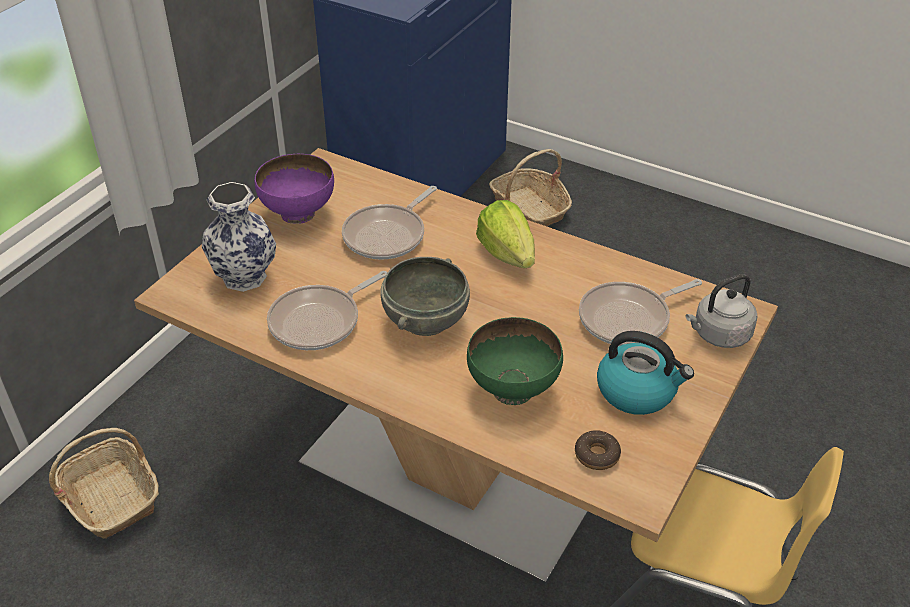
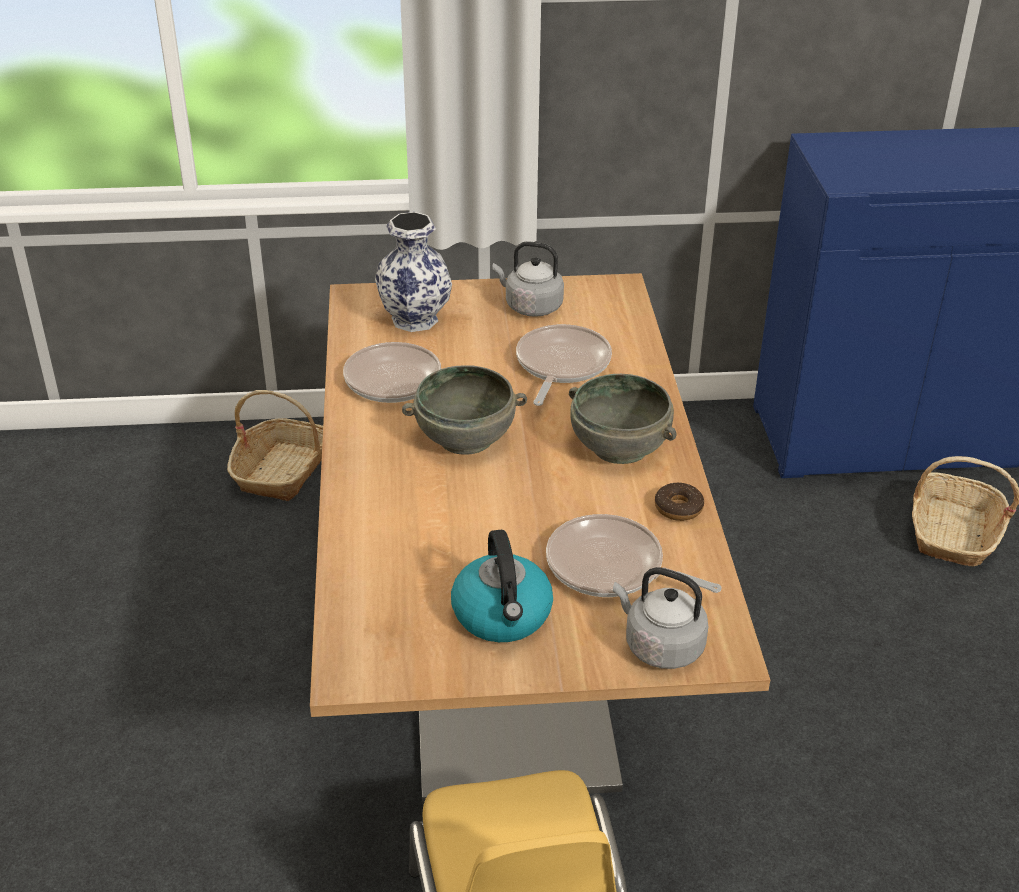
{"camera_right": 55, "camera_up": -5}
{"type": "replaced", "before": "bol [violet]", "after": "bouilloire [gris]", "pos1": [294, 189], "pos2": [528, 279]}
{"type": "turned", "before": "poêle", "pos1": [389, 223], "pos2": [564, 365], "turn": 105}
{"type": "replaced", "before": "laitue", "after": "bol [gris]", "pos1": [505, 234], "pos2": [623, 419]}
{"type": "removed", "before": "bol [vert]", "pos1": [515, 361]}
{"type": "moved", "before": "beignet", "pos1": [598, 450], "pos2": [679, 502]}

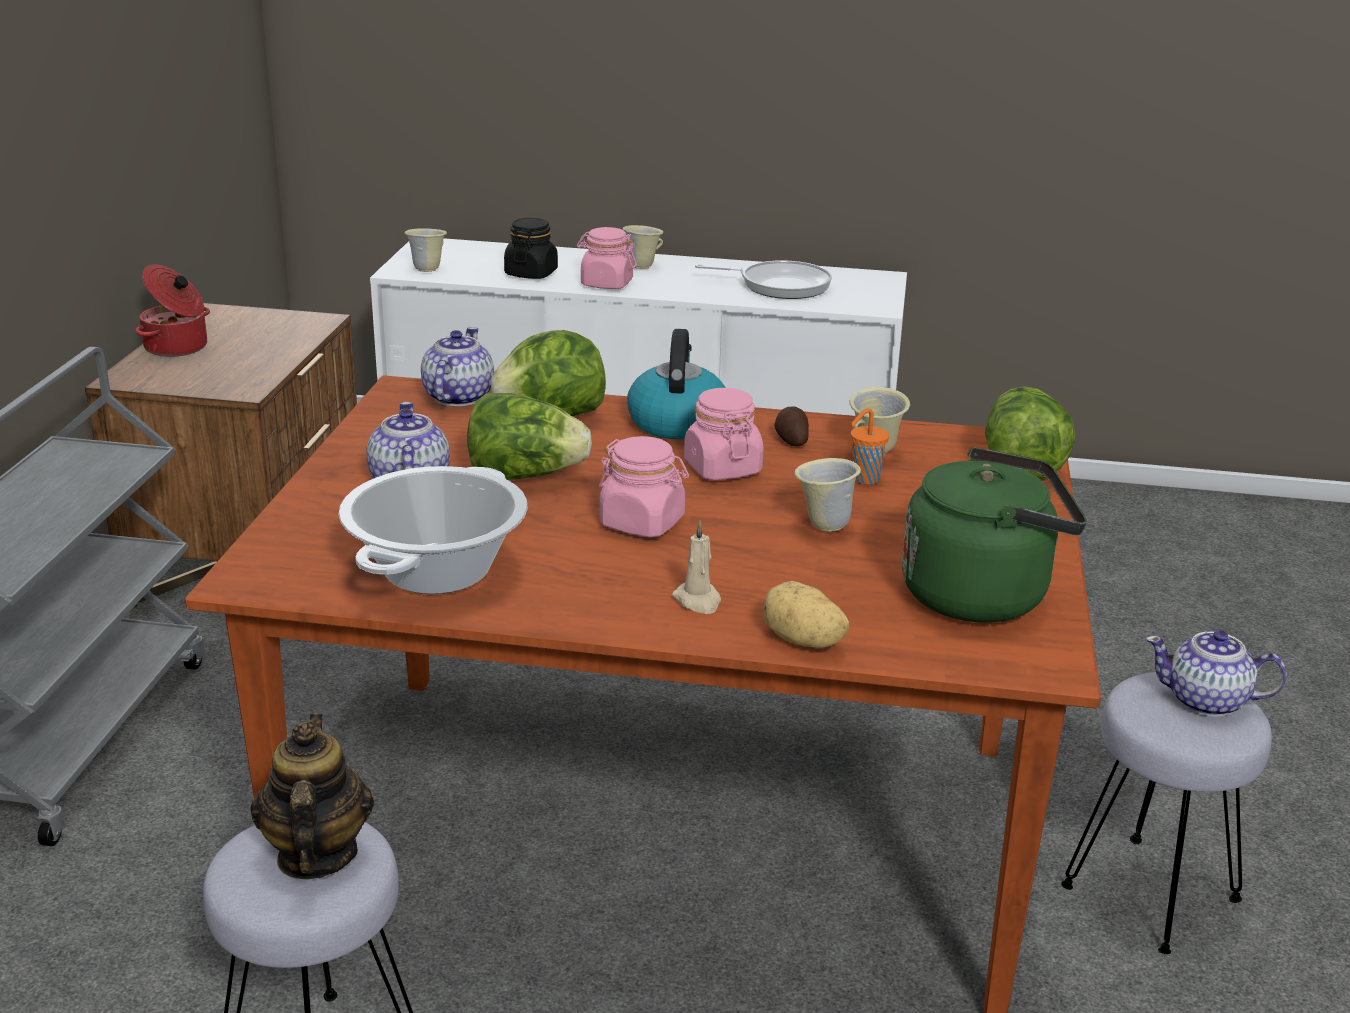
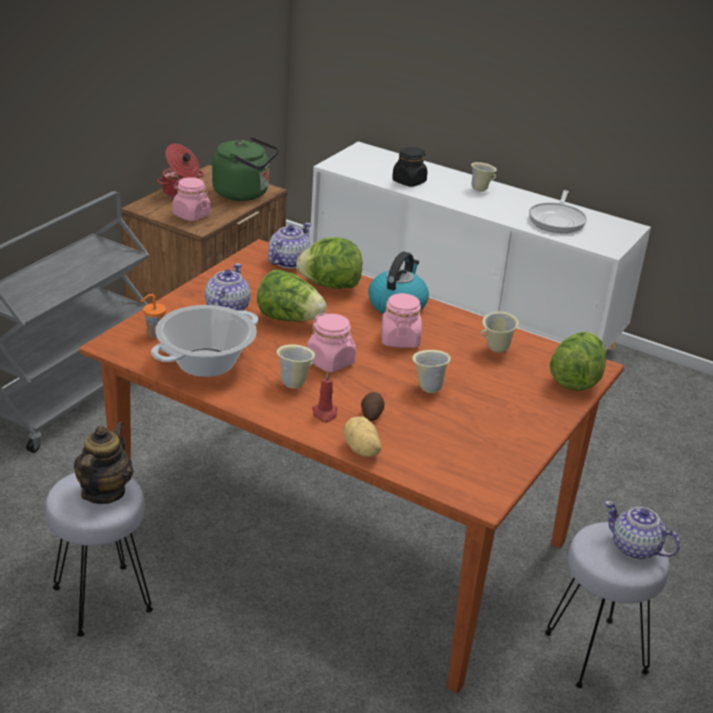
{"camera_right": 20, "camera_up": 5}
{"type": "moved", "before": "bocal [rose]", "pos1": [607, 258], "pos2": [191, 199]}
{"type": "moved", "before": "mug [beige]", "pos1": [426, 250], "pos2": [296, 366]}
{"type": "turned", "before": "poêle", "pos1": [763, 279], "pos2": [558, 211], "turn": 75}
{"type": "moved", "before": "pomme de terre", "pos1": [791, 426], "pos2": [372, 406]}
{"type": "moved", "before": "tasse [orange]", "pos1": [869, 446], "pos2": [153, 316]}
{"type": "moved", "before": "bouilloire [vert]", "pos1": [994, 535], "pos2": [245, 168]}
{"type": "recoloured", "before": "bougie [beige]", "after": "bougie [rouge]", "pos1": [696, 567], "pos2": [324, 397]}

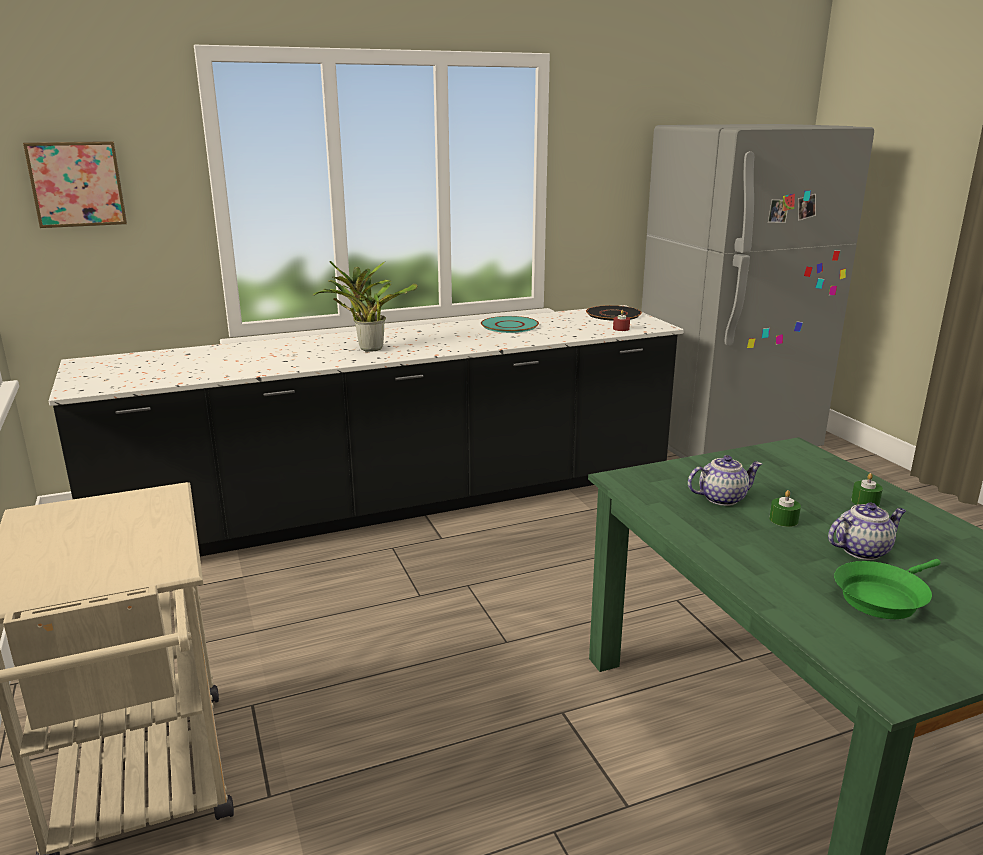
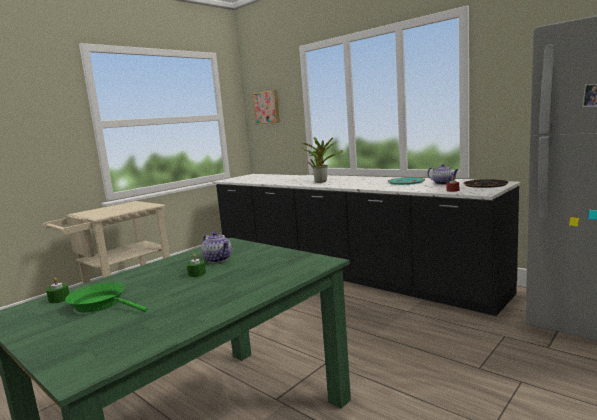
{"camera_right": 65, "camera_up": -10}
{"type": "moved", "before": "bougie [vert]", "pos1": [867, 490], "pos2": [58, 290]}
{"type": "moved", "before": "théière", "pos1": [867, 531], "pos2": [443, 174]}

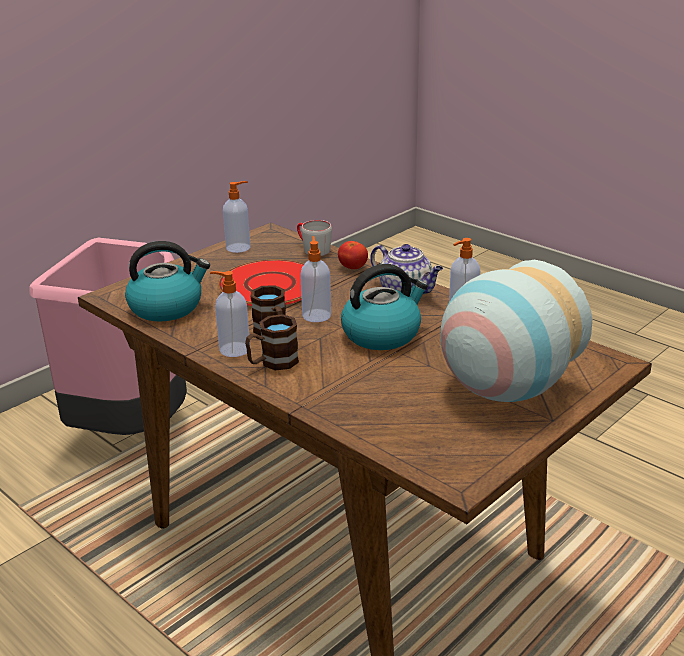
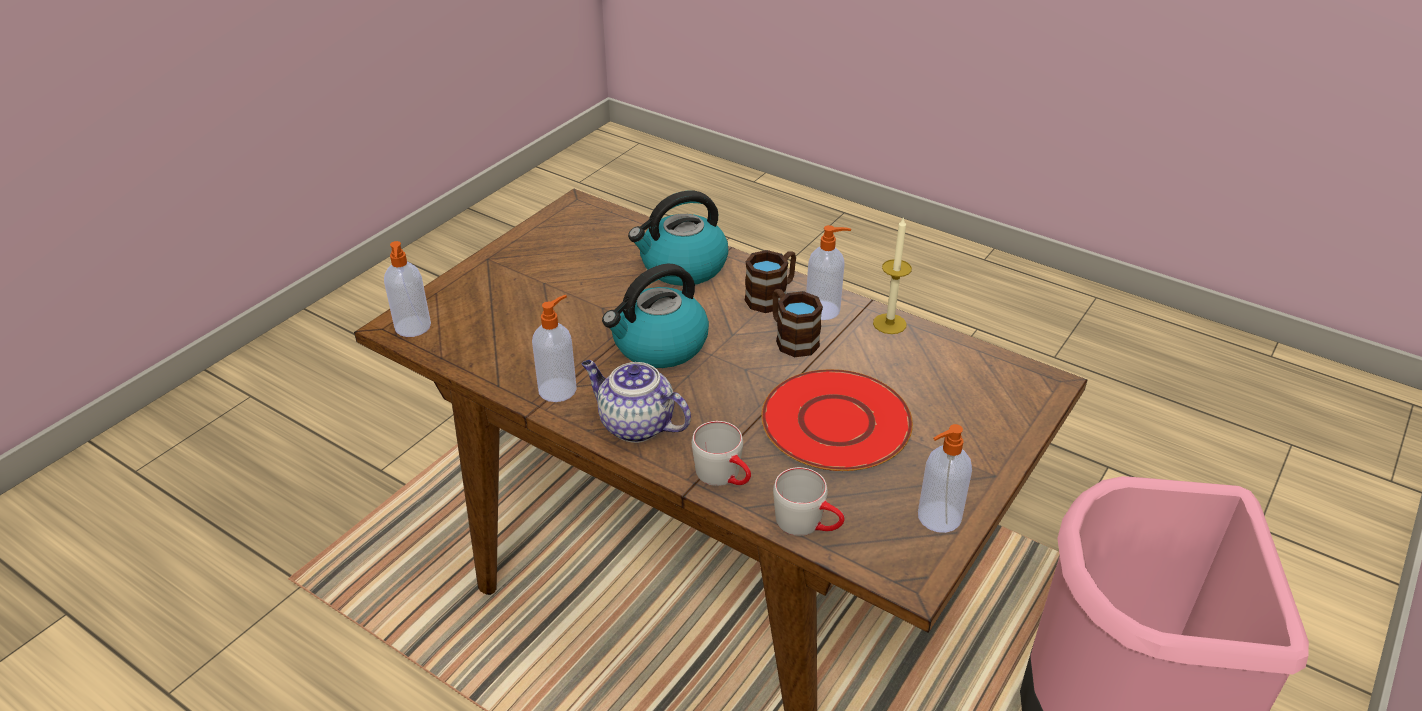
{"camera_right": 170, "camera_up": 10}
{"type": "moved", "before": "distributeur de savon", "pos1": [315, 279], "pos2": [407, 289]}
{"type": "moved", "before": "bouilloire", "pos1": [167, 281], "pos2": [678, 238]}
{"type": "replaced", "before": "tomate", "after": "mug [gris]", "pos1": [353, 255], "pos2": [721, 453]}
{"type": "removed", "before": "vase", "pos1": [516, 331]}
{"type": "added", "after": "bougie", "pos2": [892, 275]}

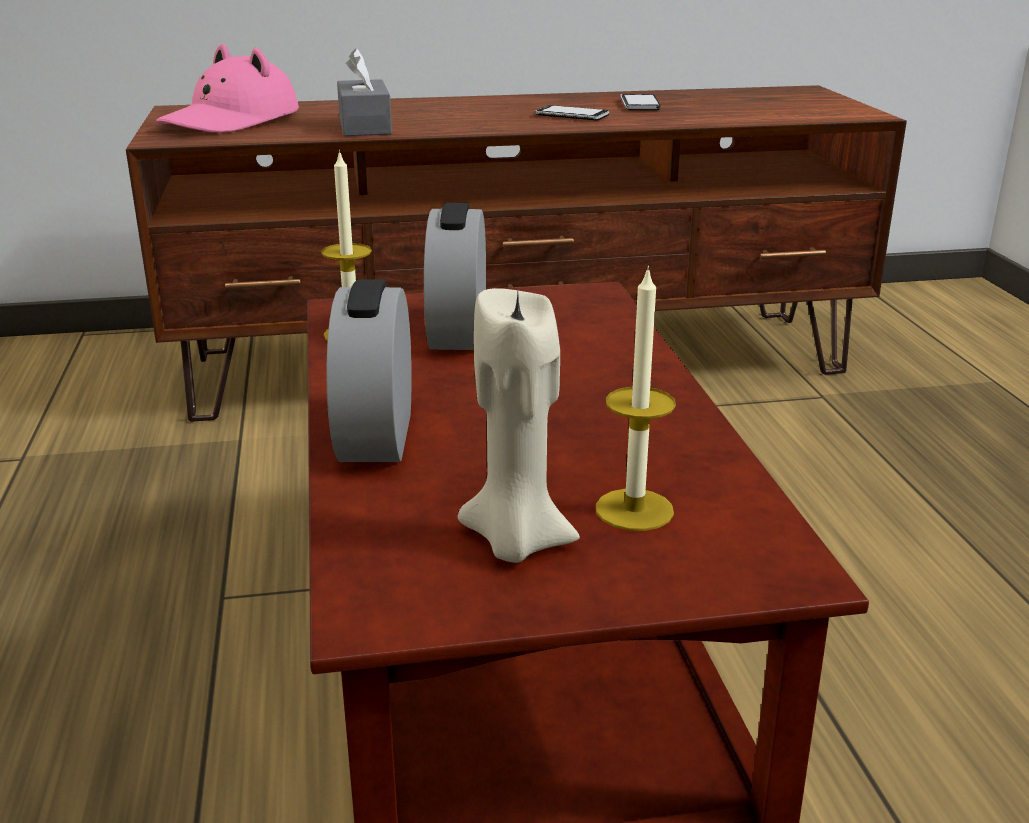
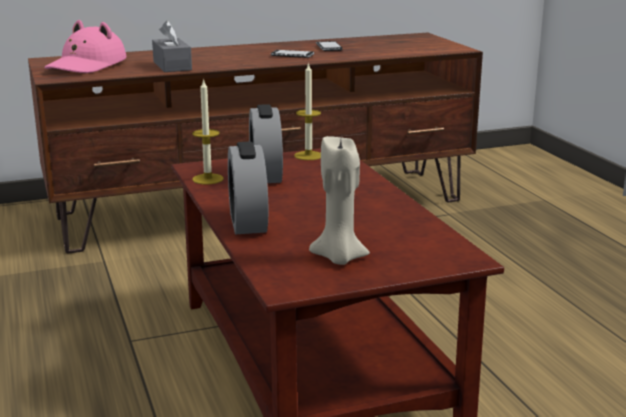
{"camera_right": -10, "camera_up": -5}
{"type": "moved", "before": "bougie", "pos1": [636, 398], "pos2": [307, 111]}

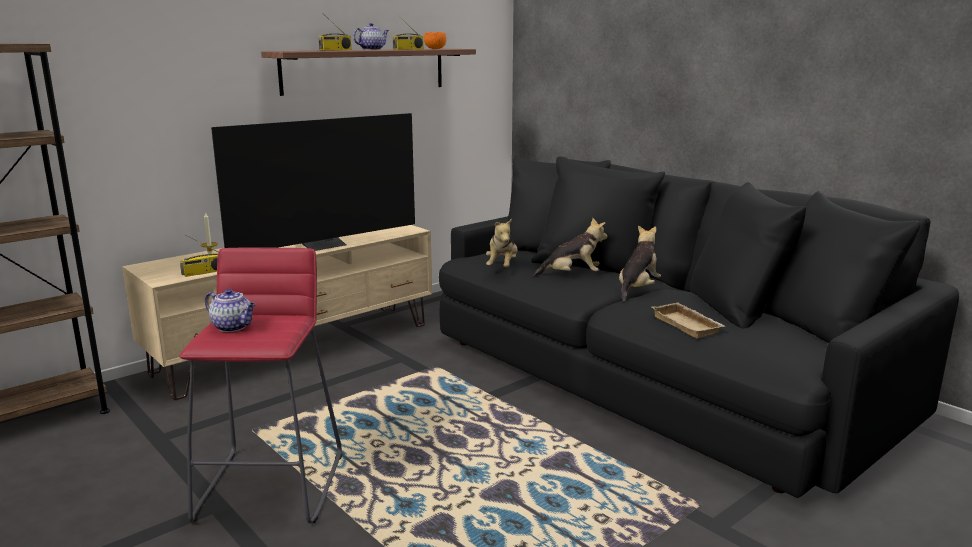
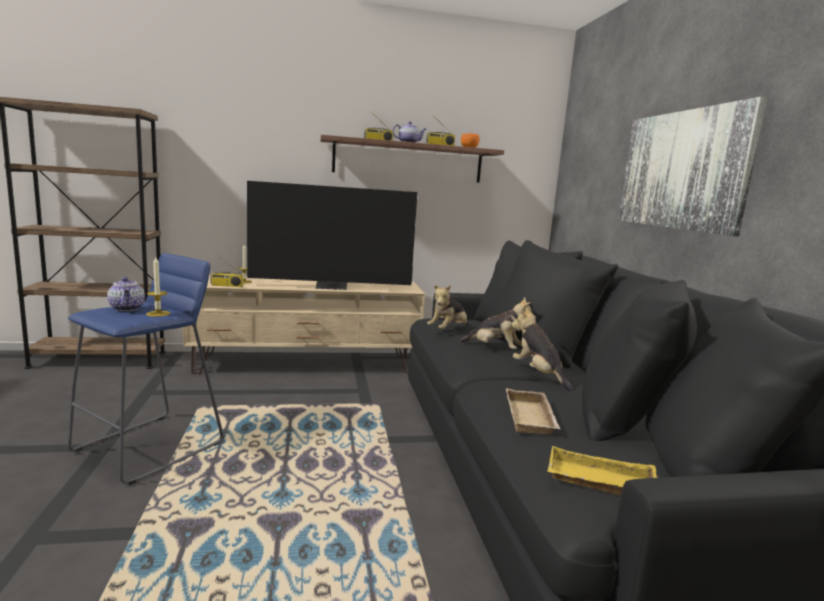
{"camera_right": 30, "camera_up": -5}
{"type": "turned", "before": "peluche", "pos1": [640, 263], "pos2": [542, 349], "turn": -90}
{"type": "recoloured", "before": "tabouret [rouge]", "after": "tabouret [bleu]", "pos1": [260, 385], "pos2": [145, 369]}
{"type": "added", "after": "tableau", "pos2": [693, 166]}
{"type": "added", "after": "bougie", "pos2": [158, 287]}
{"type": "added", "after": "plateau [jaune]", "pos2": [602, 471]}

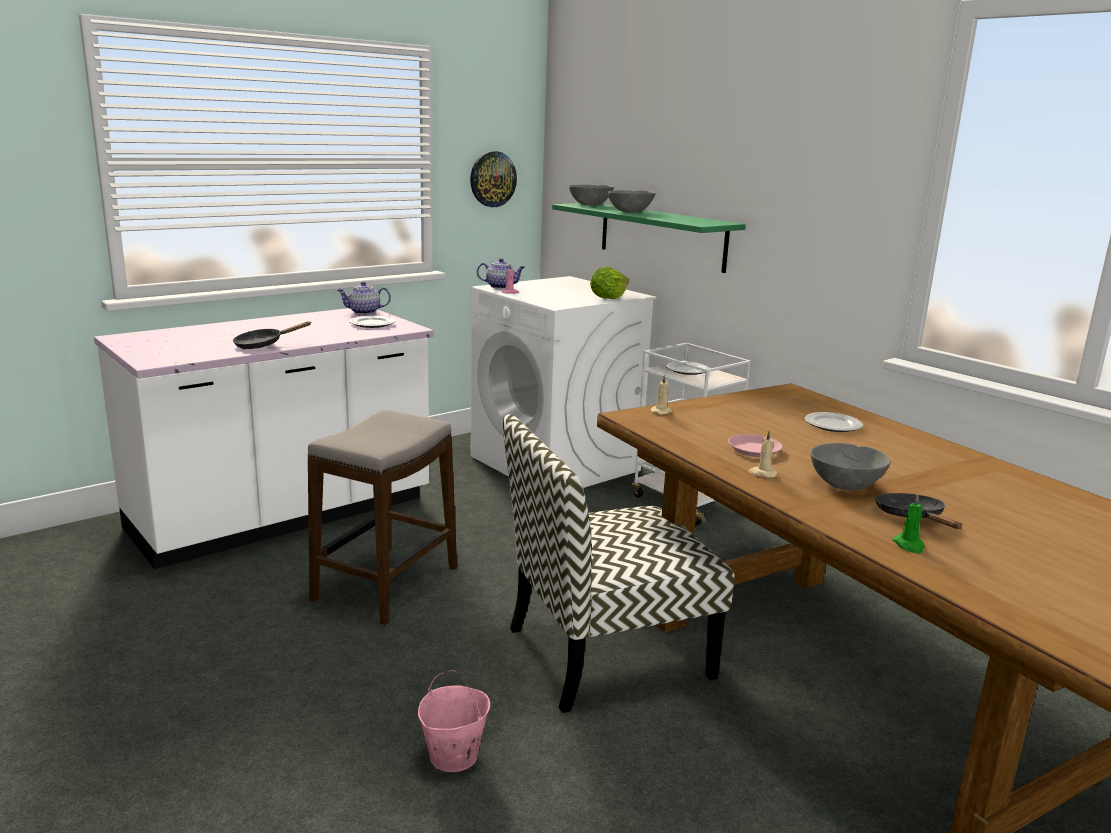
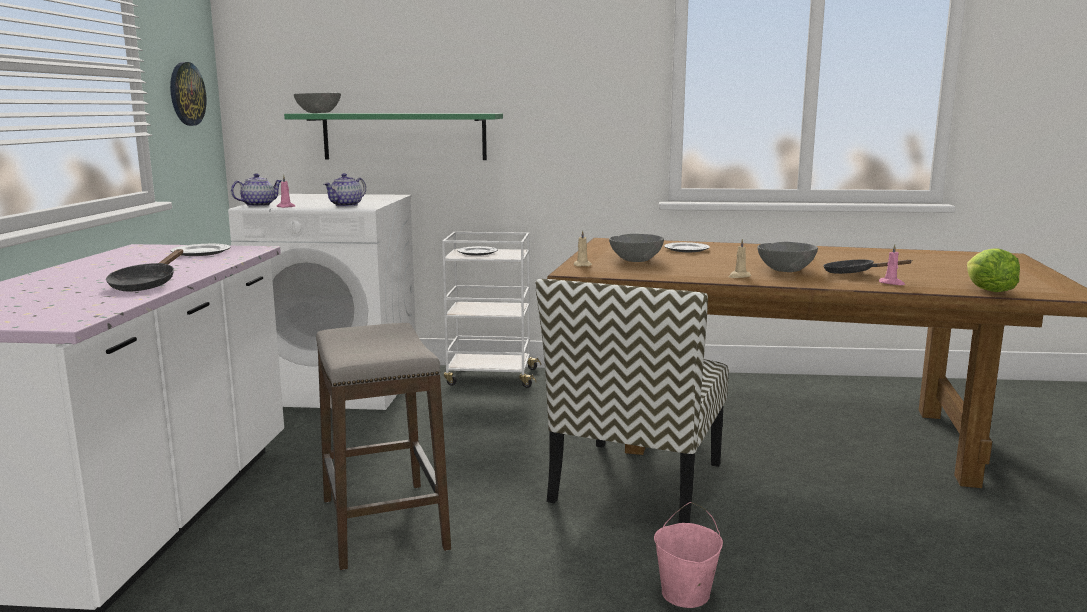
{"camera_right": -45, "camera_up": -5}
{"type": "moved", "before": "bol [gris]", "pos1": [631, 201], "pos2": [636, 248]}
{"type": "moved", "before": "laitue", "pos1": [609, 283], "pos2": [993, 270]}
{"type": "moved", "before": "théière", "pos1": [364, 297], "pos2": [345, 190]}
{"type": "removed", "before": "assiette [rose]", "pos1": [755, 445]}
{"type": "recoloured", "before": "bougie [vert]", "after": "bougie [rose]", "pos1": [908, 524], "pos2": [892, 264]}

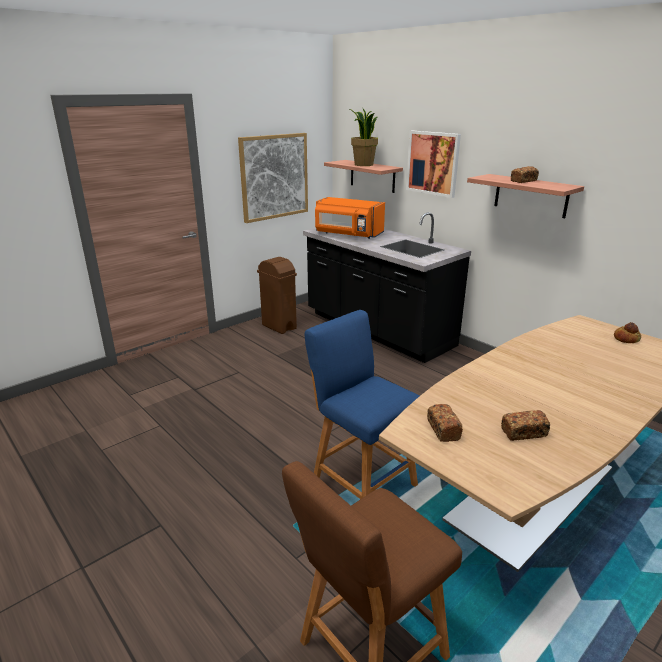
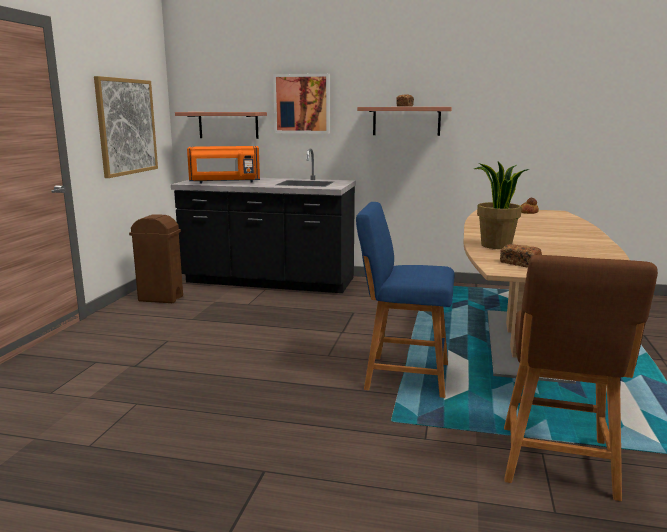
{"camera_right": -35, "camera_up": -10}
{"type": "moved", "before": "plante en pot", "pos1": [364, 137], "pos2": [501, 205]}
{"type": "removed", "before": "pain", "pos1": [525, 425]}

